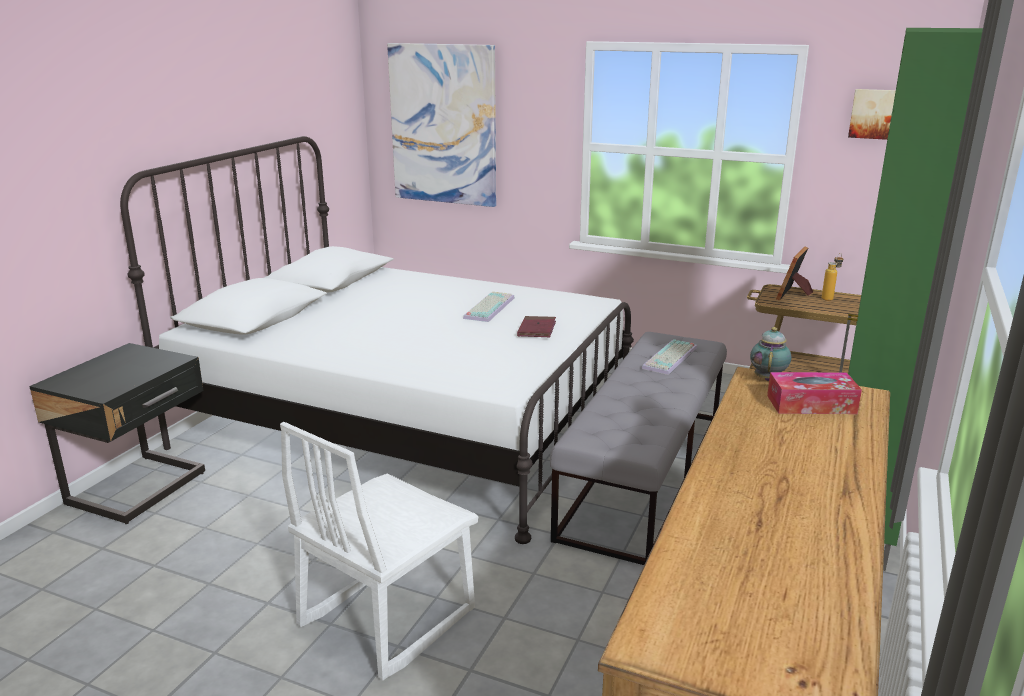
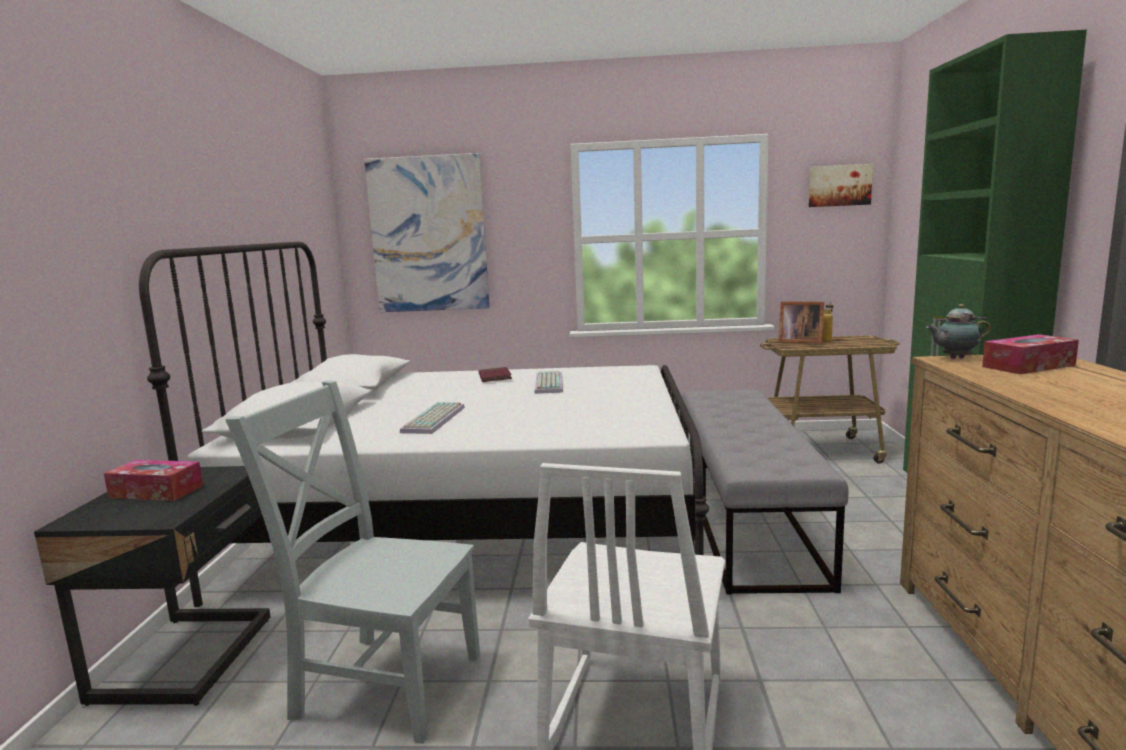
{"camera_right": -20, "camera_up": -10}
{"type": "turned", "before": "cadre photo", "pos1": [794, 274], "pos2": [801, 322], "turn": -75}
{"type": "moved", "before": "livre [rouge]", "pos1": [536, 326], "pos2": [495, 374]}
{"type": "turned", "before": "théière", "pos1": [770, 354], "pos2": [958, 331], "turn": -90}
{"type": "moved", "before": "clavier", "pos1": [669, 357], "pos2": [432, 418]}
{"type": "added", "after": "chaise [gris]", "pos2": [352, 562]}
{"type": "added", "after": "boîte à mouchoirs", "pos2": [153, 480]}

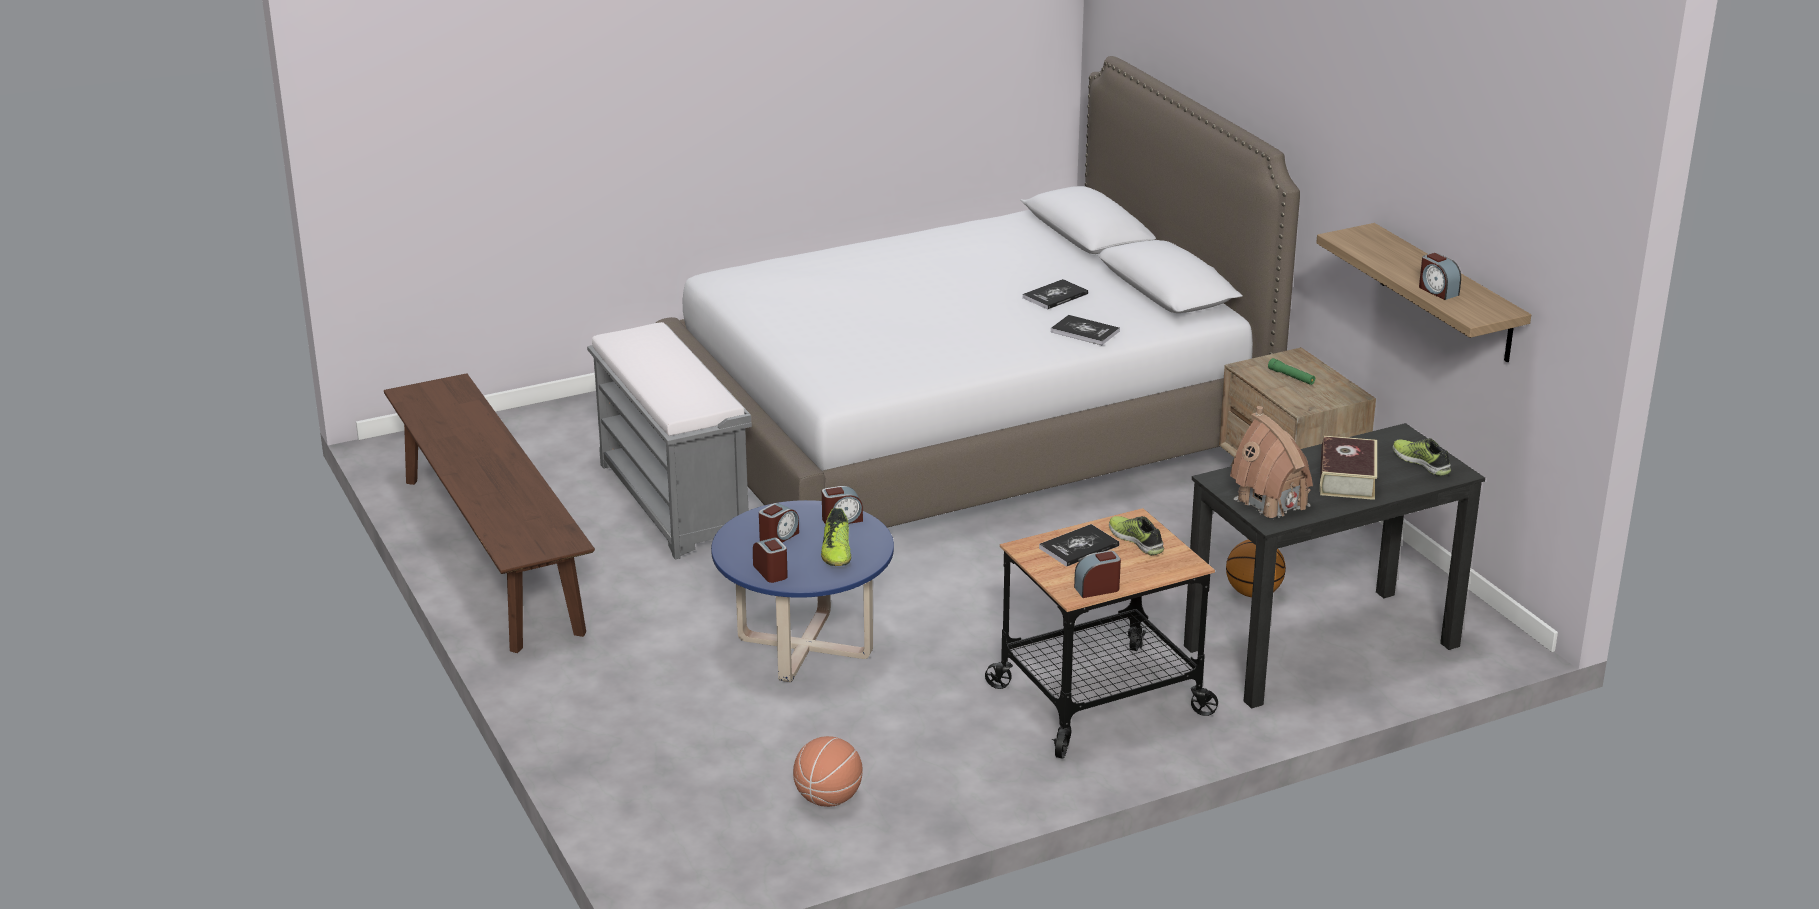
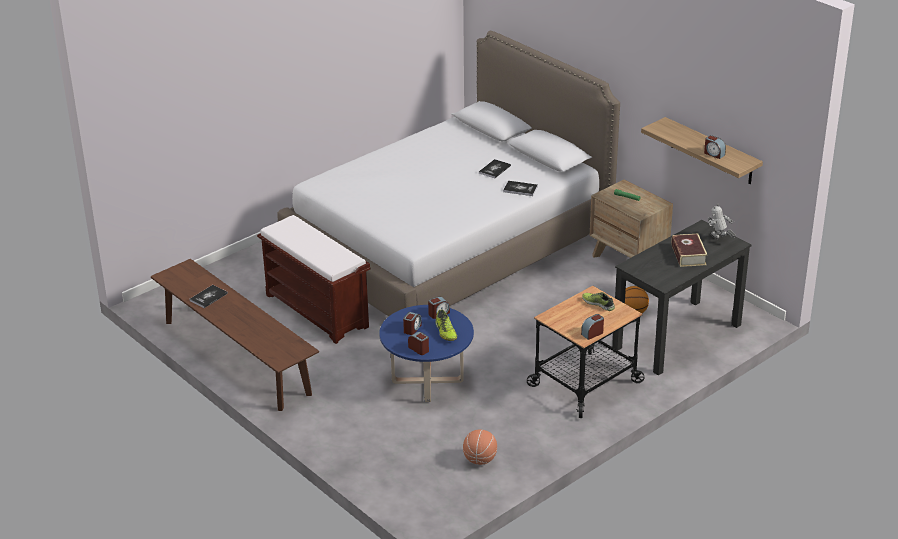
{"camera_right": -15, "camera_up": 5}
{"type": "recoloured", "before": "banc [gris]", "after": "banc [marron]", "pos1": [669, 440], "pos2": [313, 279]}
{"type": "removed", "before": "maison miniature", "pos1": [1271, 462]}
{"type": "replaced", "before": "chaussure", "after": "robot jouet", "pos1": [1422, 457], "pos2": [722, 221]}
{"type": "moved", "before": "livre", "pos1": [1079, 545], "pos2": [209, 296]}

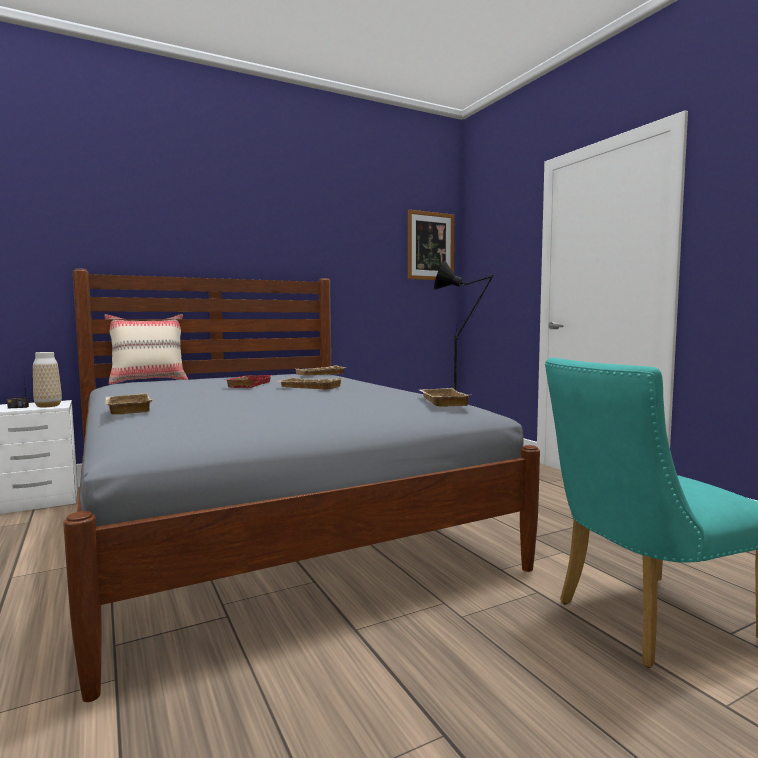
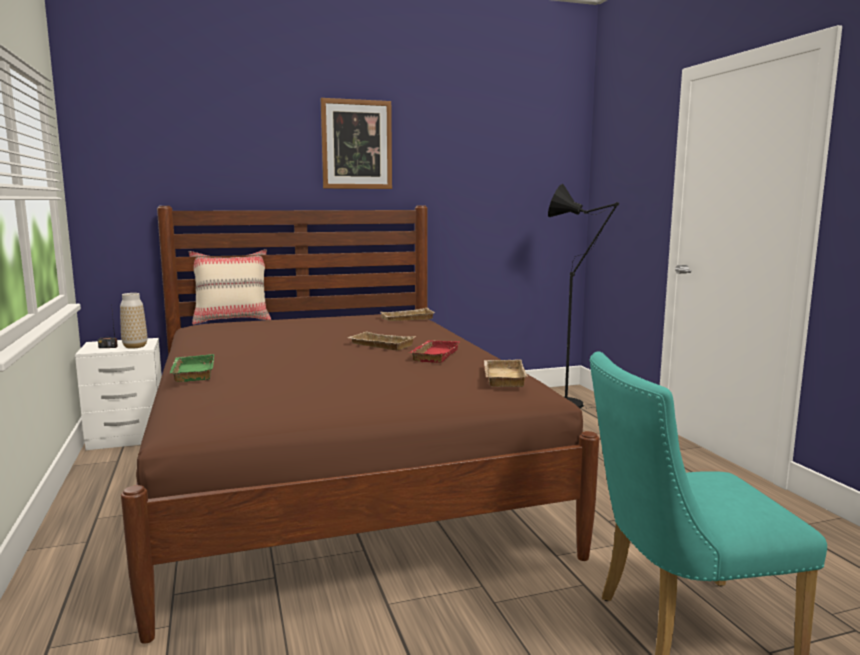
{"camera_right": 10, "camera_up": 5}
{"type": "moved", "before": "tableau", "pos1": [431, 245], "pos2": [356, 143]}
{"type": "recoloured", "before": "lit [gris]", "after": "lit [marron]", "pos1": [301, 485], "pos2": [360, 425]}
{"type": "moved", "before": "plateau [rouge]", "pos1": [249, 381], "pos2": [434, 351]}
{"type": "recoloured", "before": "plateau [beige]", "after": "plateau [vert]", "pos1": [128, 404], "pos2": [192, 368]}

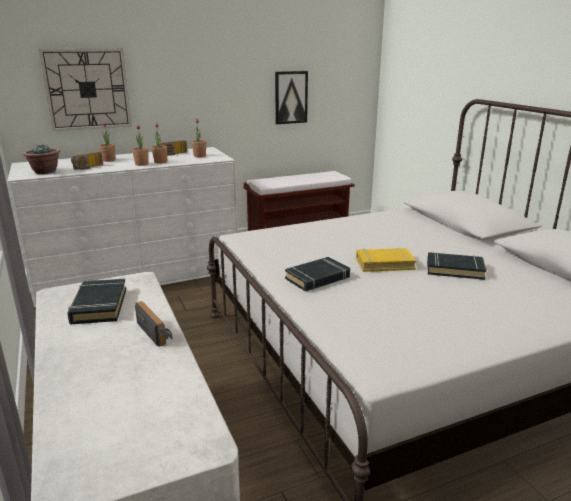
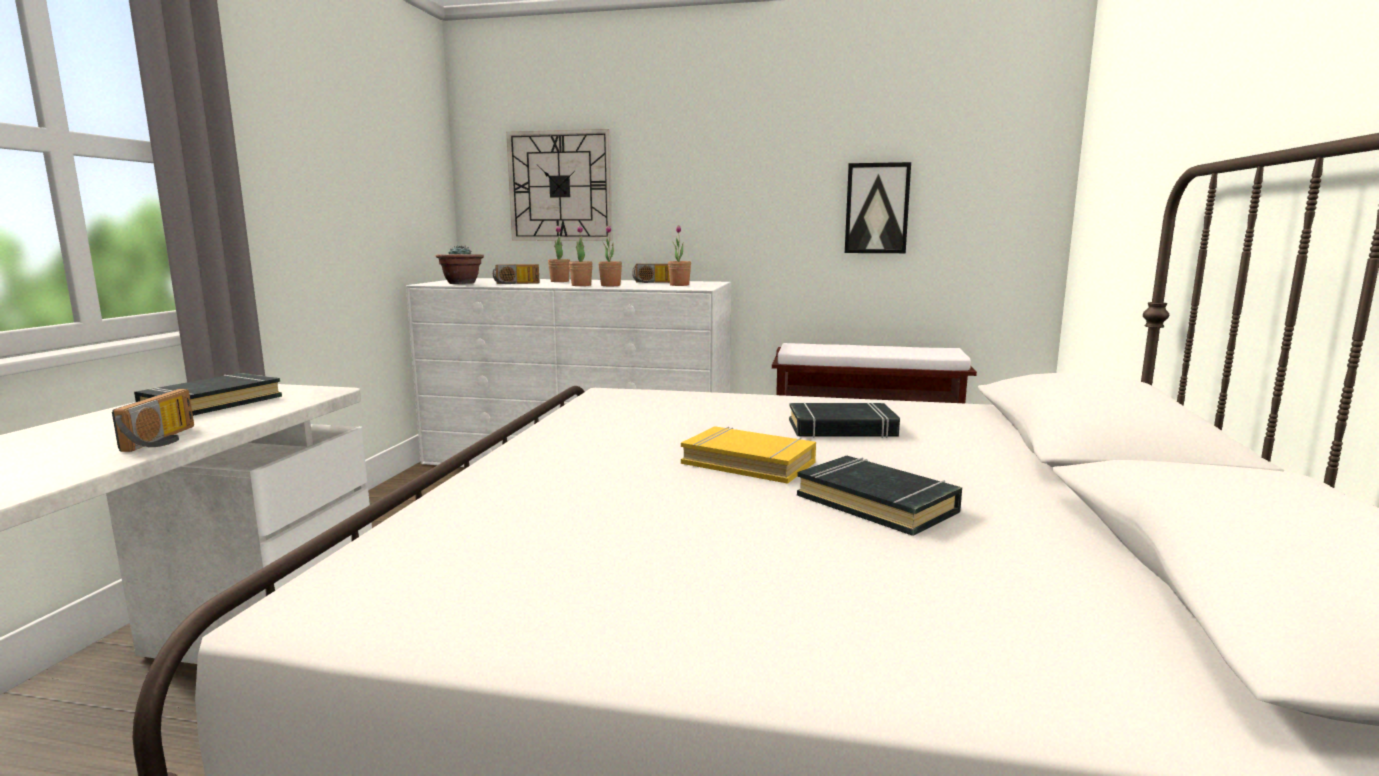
{"camera_right": 35, "camera_up": -10}
{"type": "moved", "before": "livre [noir]", "pos1": [317, 274], "pos2": [844, 420]}

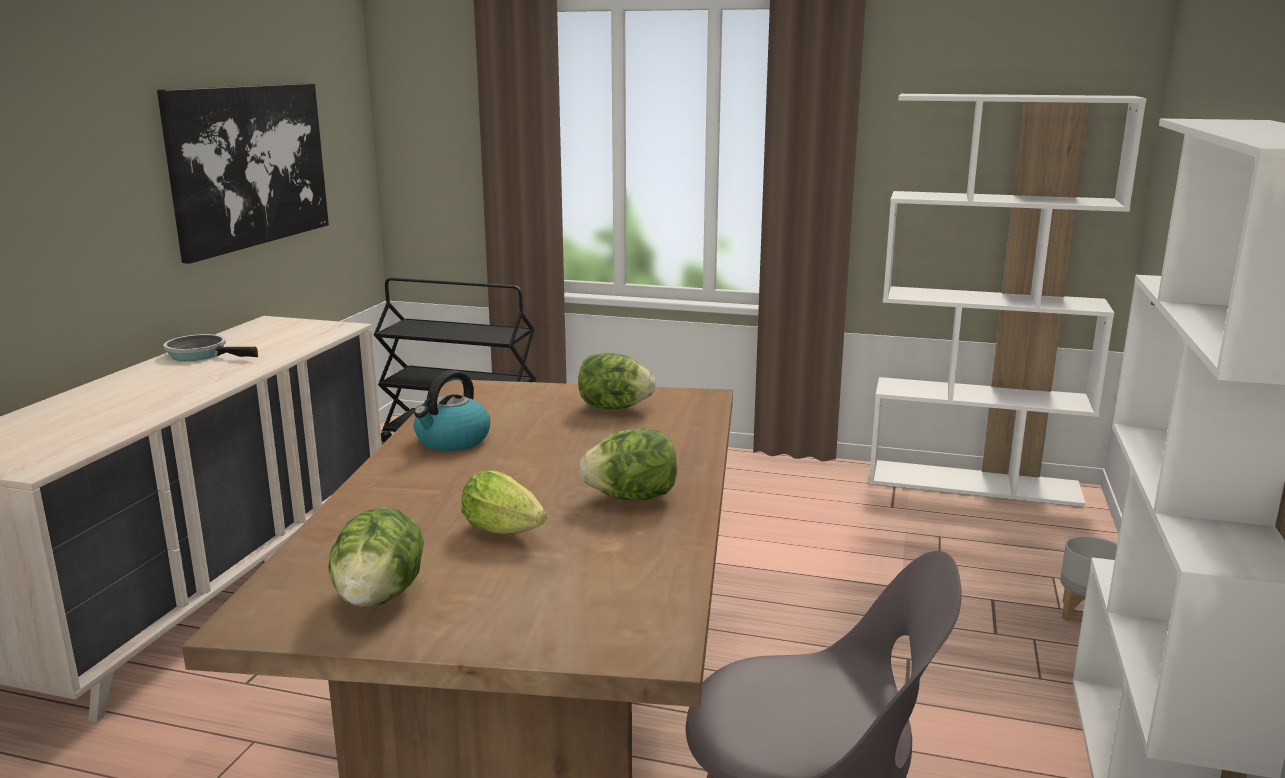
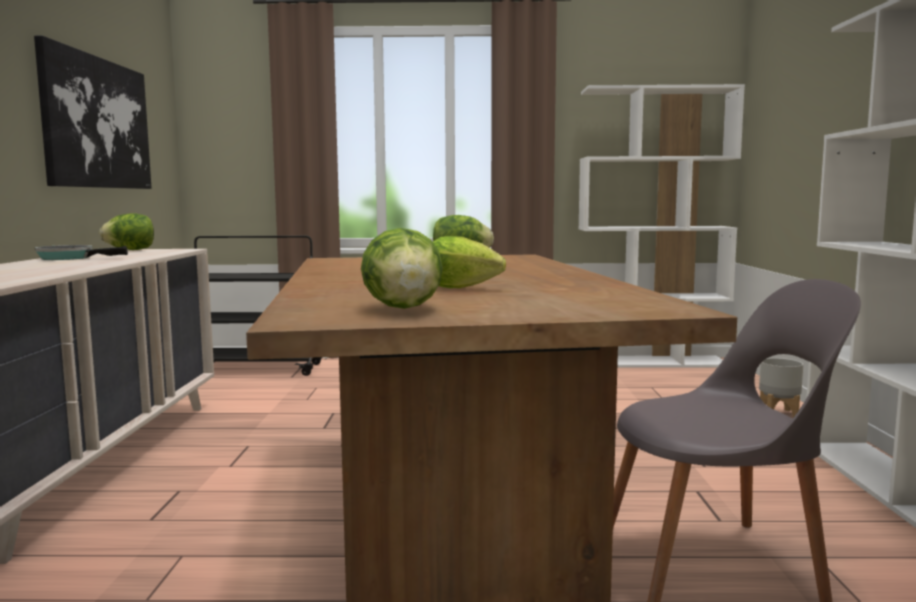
{"camera_right": -15, "camera_up": -10}
{"type": "removed", "before": "bouilloire", "pos1": [452, 410]}
{"type": "moved", "before": "laitue", "pos1": [628, 464], "pos2": [126, 231]}

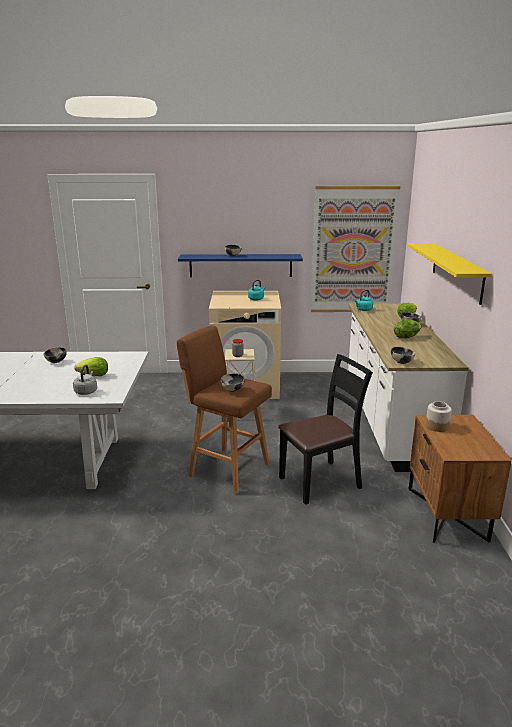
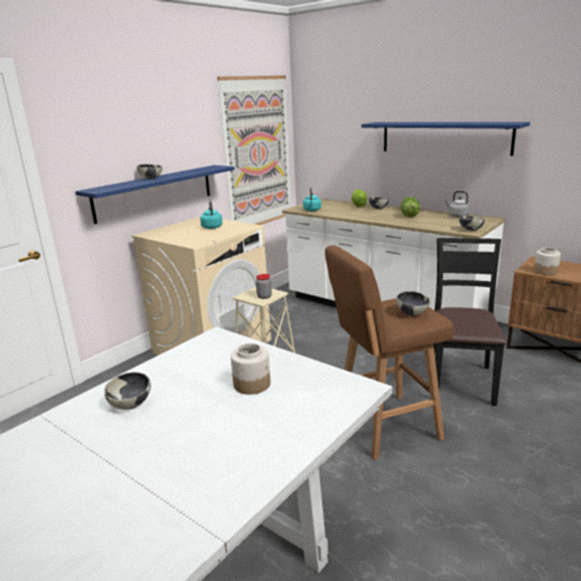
{"camera_right": -50, "camera_up": 0}
{"type": "recoloured", "before": "étagère [jaune]", "after": "étagère [bleu]", "pos1": [449, 274], "pos2": [446, 139]}
{"type": "replaced", "before": "laitue", "after": "bocal", "pos1": [91, 366], "pos2": [251, 369]}
{"type": "moved", "before": "bouilloire [gris]", "pos1": [85, 380], "pos2": [458, 204]}

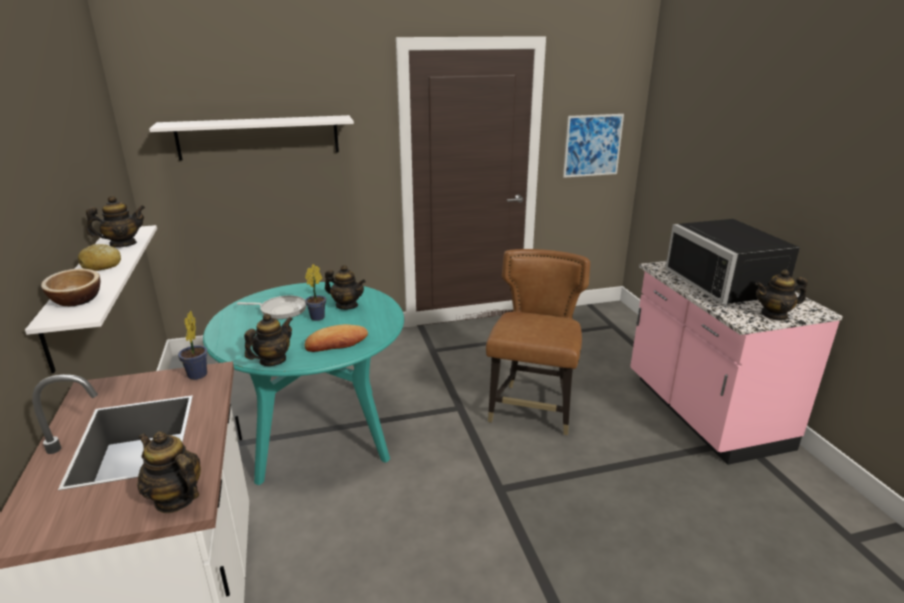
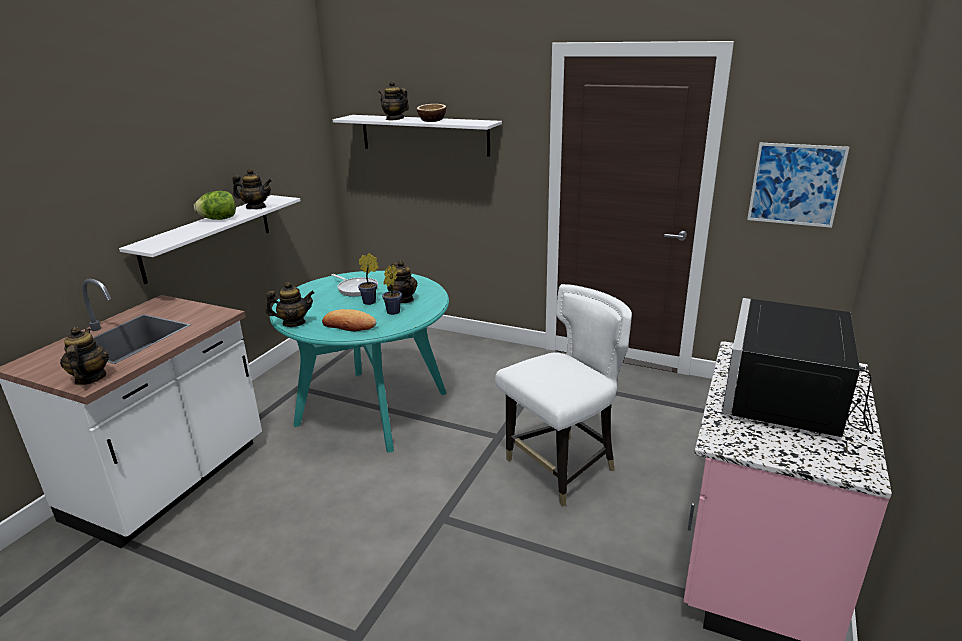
{"camera_right": 40, "camera_up": 0}
{"type": "replaced", "before": "pain", "after": "laitue", "pos1": [99, 257], "pos2": [215, 205]}
{"type": "recoloured", "before": "chaise [marron]", "after": "chaise [blanc]", "pos1": [538, 342], "pos2": [563, 395]}
{"type": "moved", "before": "bol", "pos1": [70, 288], "pos2": [431, 113]}
{"type": "moved", "before": "théière", "pos1": [781, 295], "pos2": [394, 100]}
{"type": "moved", "before": "plante en pot", "pos1": [193, 345], "pos2": [392, 289]}

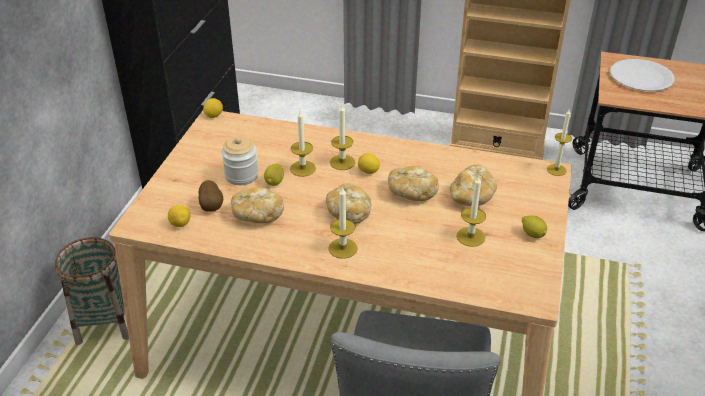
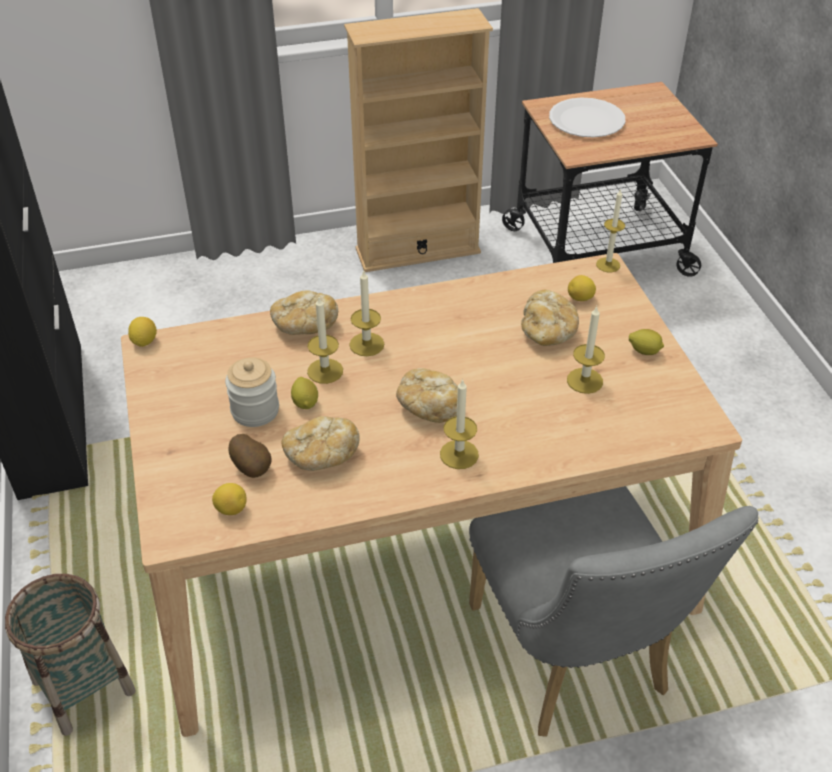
{"camera_right": -30, "camera_up": 5}
{"type": "moved", "before": "citron", "pos1": [369, 163], "pos2": [582, 288]}
{"type": "moved", "before": "pain", "pos1": [413, 183], "pos2": [304, 312]}

